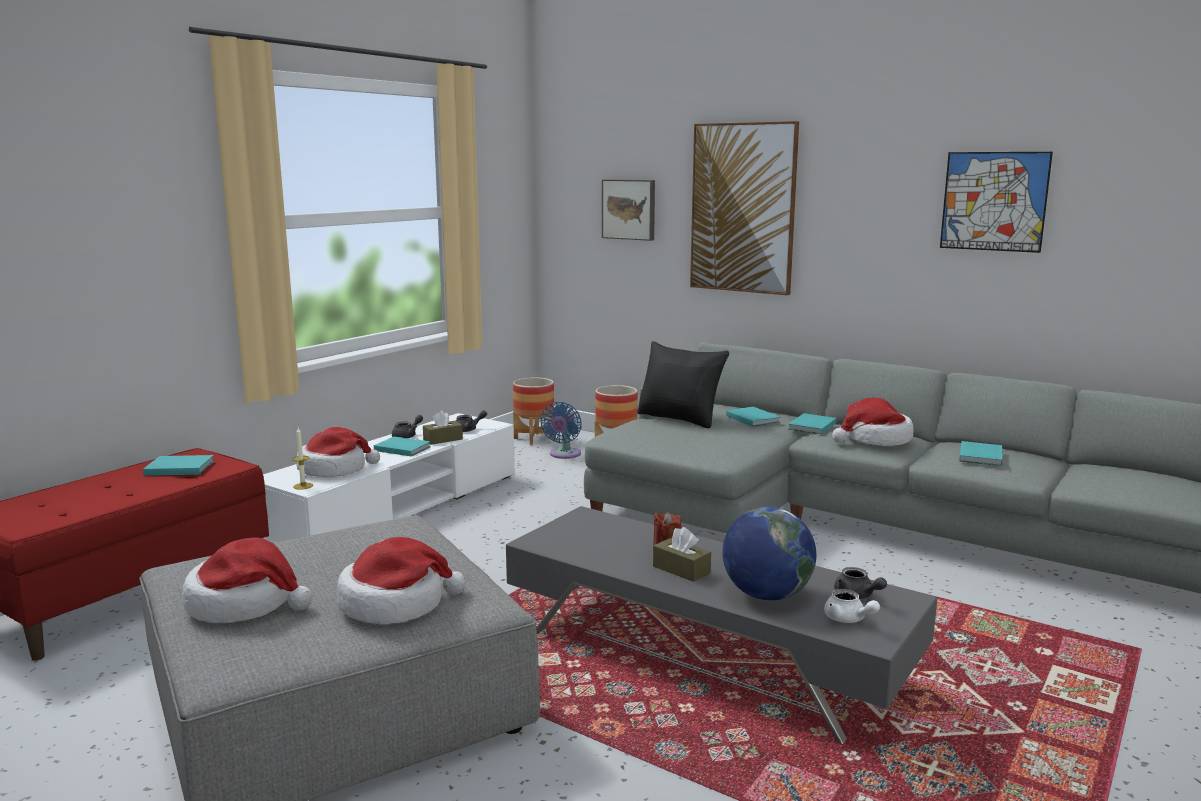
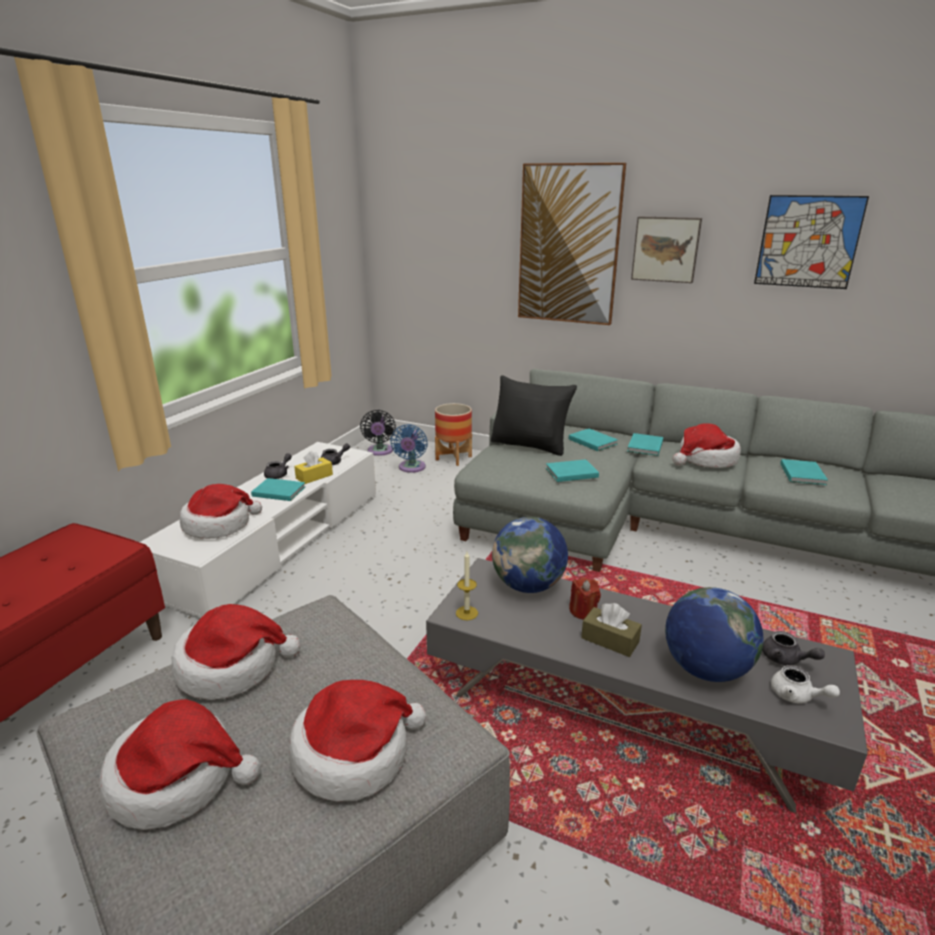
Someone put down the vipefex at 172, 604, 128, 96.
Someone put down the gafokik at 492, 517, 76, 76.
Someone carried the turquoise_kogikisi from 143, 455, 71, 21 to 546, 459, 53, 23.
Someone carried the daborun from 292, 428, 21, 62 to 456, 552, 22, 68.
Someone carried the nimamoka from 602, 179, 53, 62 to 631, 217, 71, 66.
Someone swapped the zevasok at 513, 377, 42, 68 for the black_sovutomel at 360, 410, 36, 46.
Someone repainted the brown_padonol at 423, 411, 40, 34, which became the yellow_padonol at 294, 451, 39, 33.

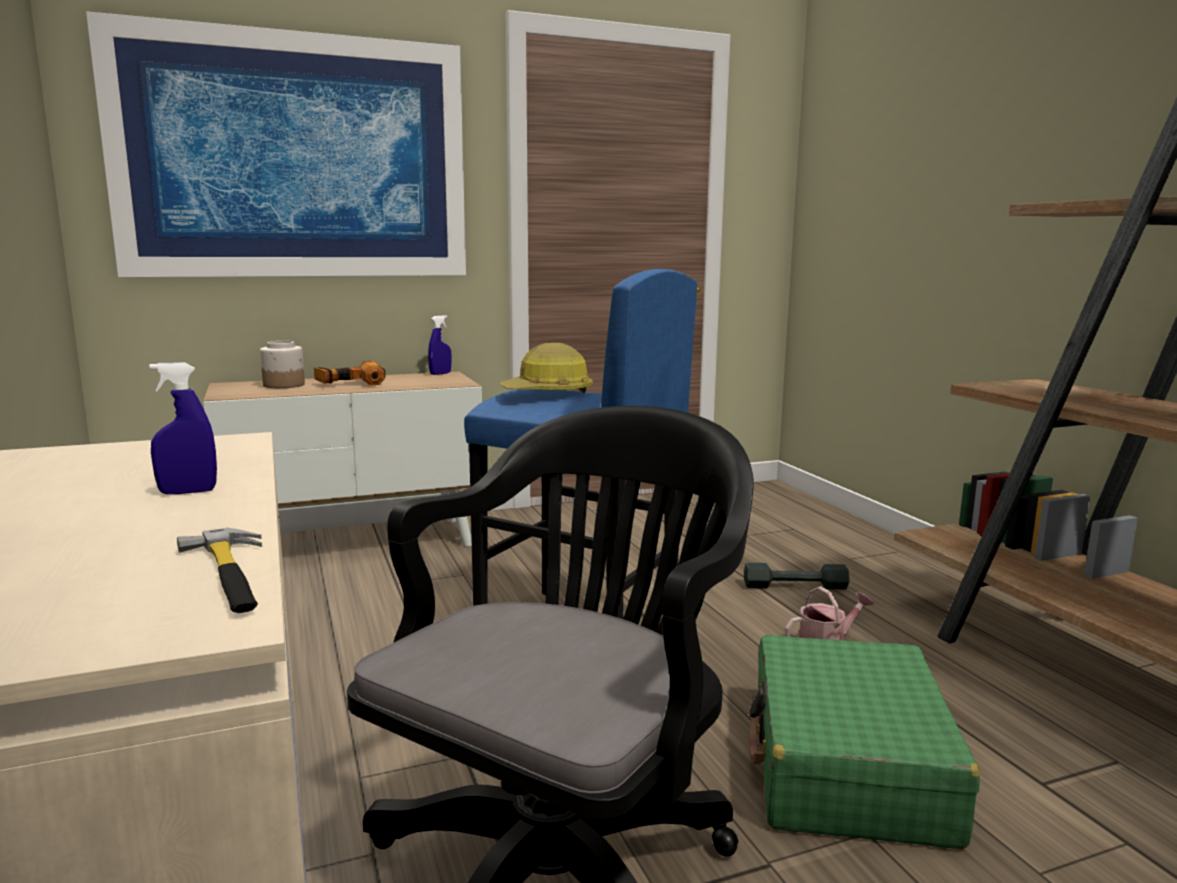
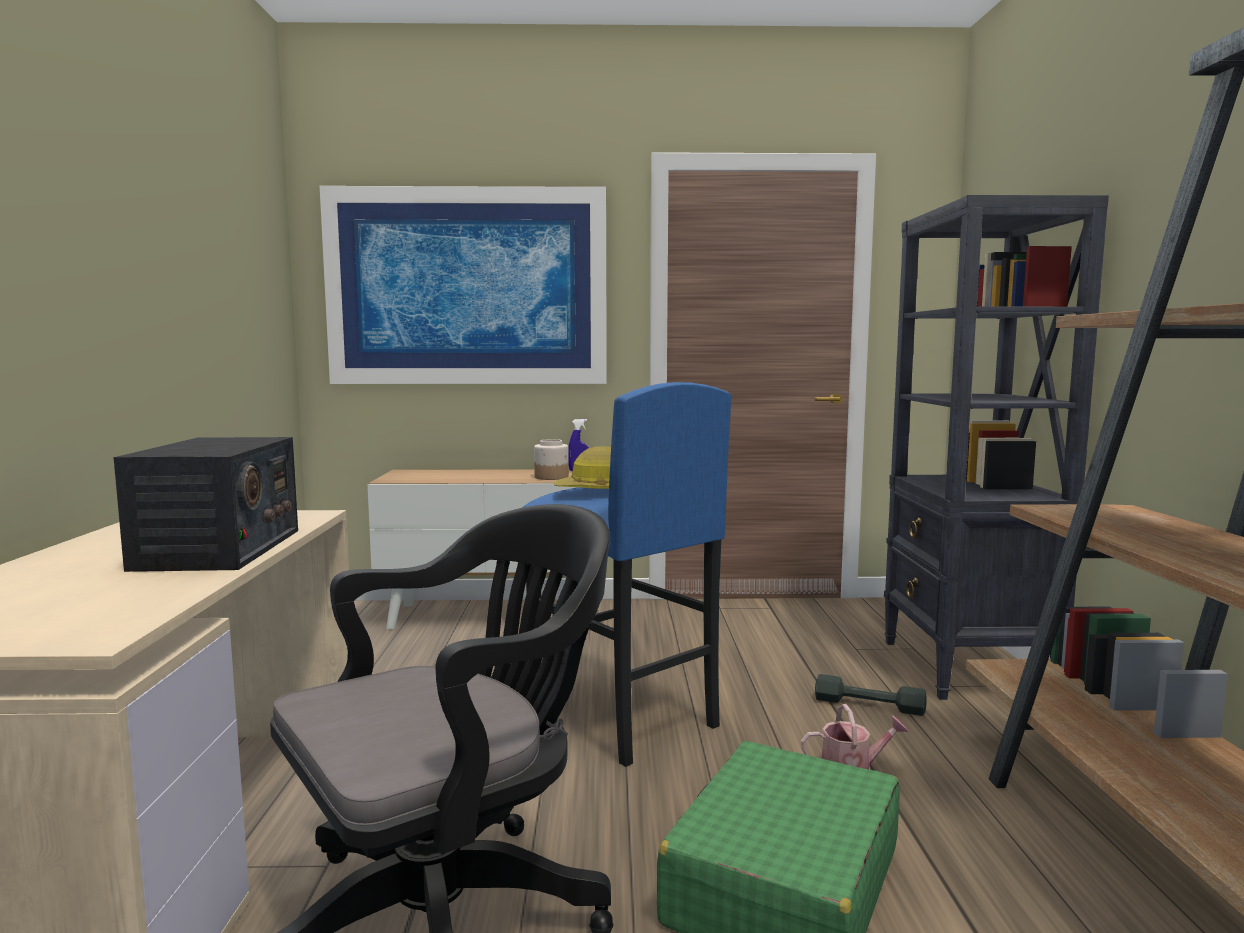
Someone took away the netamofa at 177, 528, 85, 85.
Someone took away the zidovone at 314, 361, 71, 24.
Someone put down the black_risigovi at 884, 195, 225, 505.
Someone carried the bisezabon from 260, 341, 45, 47 to 534, 439, 35, 41.
Someone swapped the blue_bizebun at 149, 362, 68, 132 for the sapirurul at 113, 437, 185, 135.

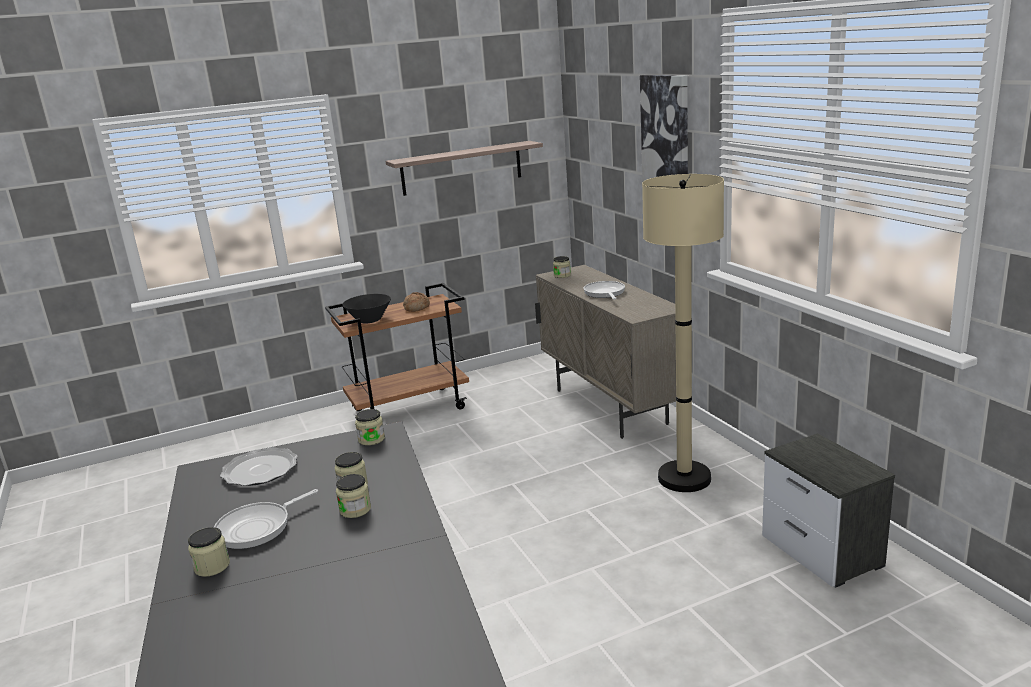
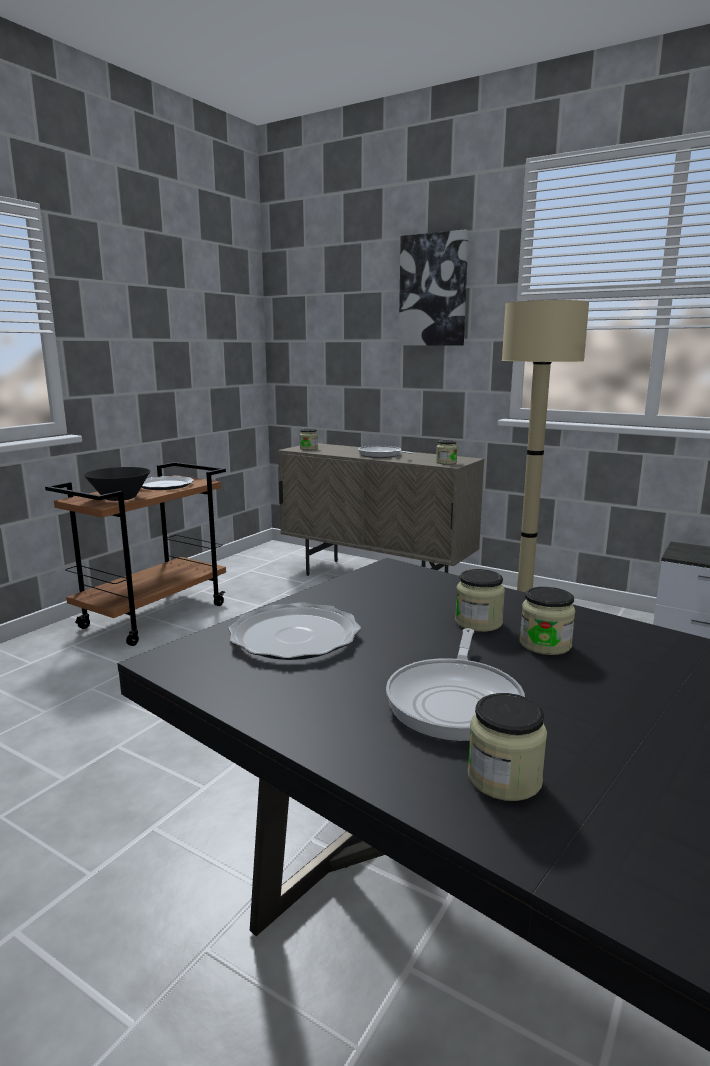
Someone took away the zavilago at 386, 141, 157, 55.
Someone carried the bisezabon from 355, 409, 30, 37 to 436, 440, 22, 25.
Someone swapped the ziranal at 403, 292, 27, 20 for the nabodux at 142, 476, 52, 14.

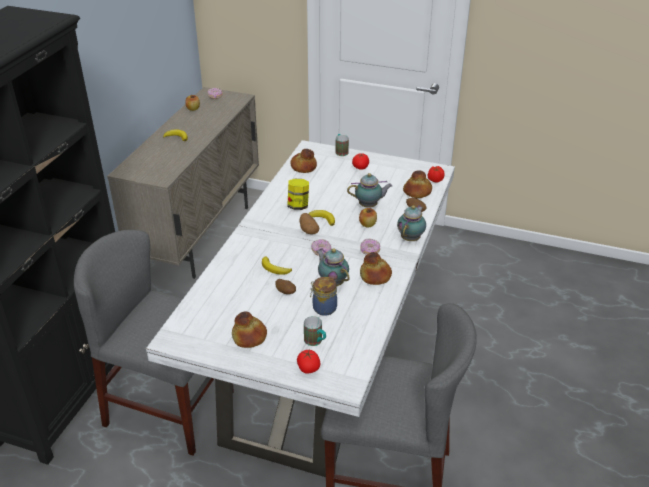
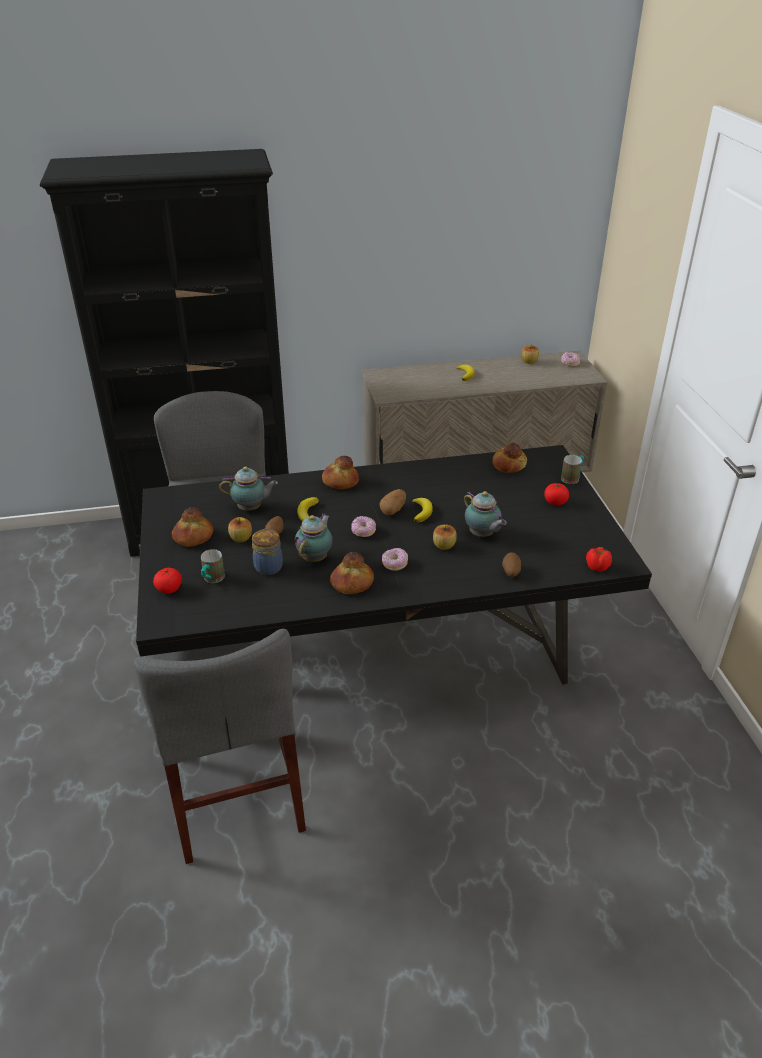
Someone took away the bisezabon at 287, 179, 22, 31.
Someone put down the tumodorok at 228, 517, 24, 25.
Someone carried the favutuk from 397, 205, 29, 36 to 219, 466, 59, 45.
Someone carried the ziranal from 403, 170, 29, 28 to 322, 456, 37, 33.
Someone repainted the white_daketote at 146, 140, 309, 337, which became the black_daketote at 136, 445, 516, 240.

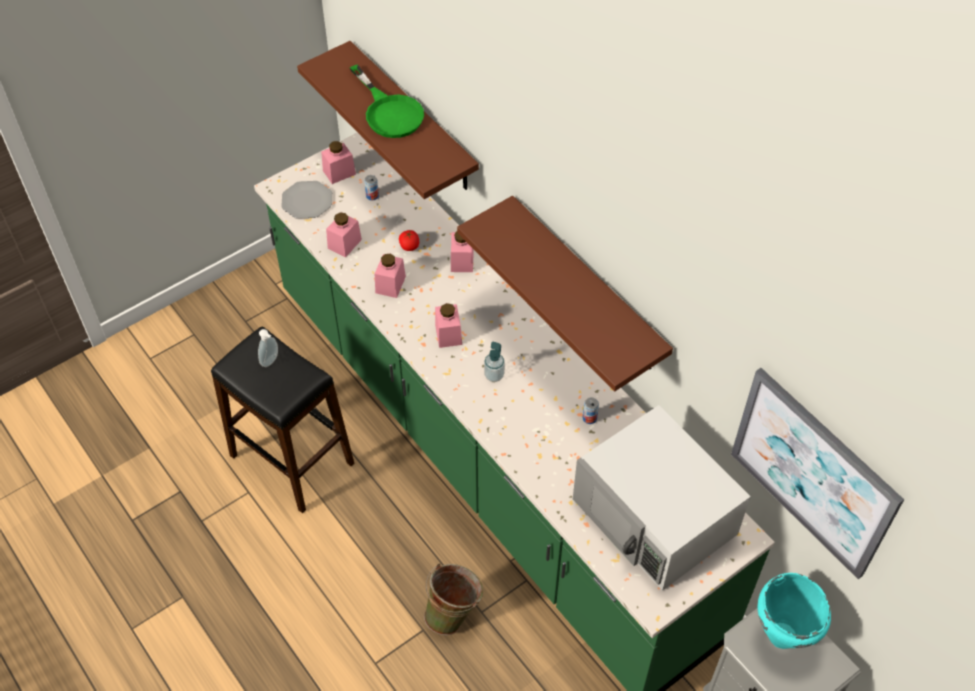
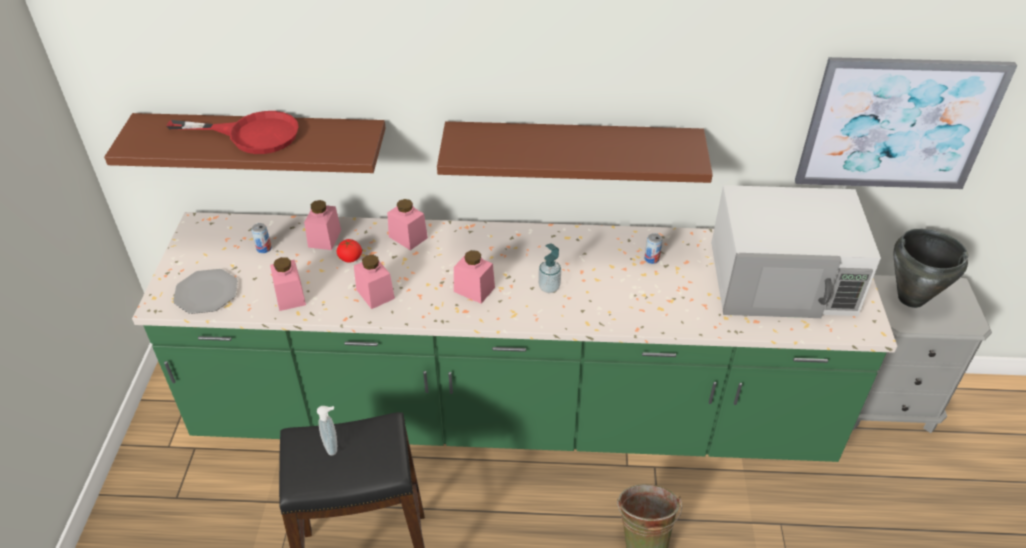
Someone carried the pink_bisezabon from 321, 141, 35, 43 to 304, 200, 37, 50.
Someone repainted the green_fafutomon at 350, 64, 74, 74, which became the red_fafutomon at 166, 111, 133, 43.
Someone repainted the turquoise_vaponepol at 758, 573, 73, 76, which became the black_vaponepol at 894, 229, 74, 79.

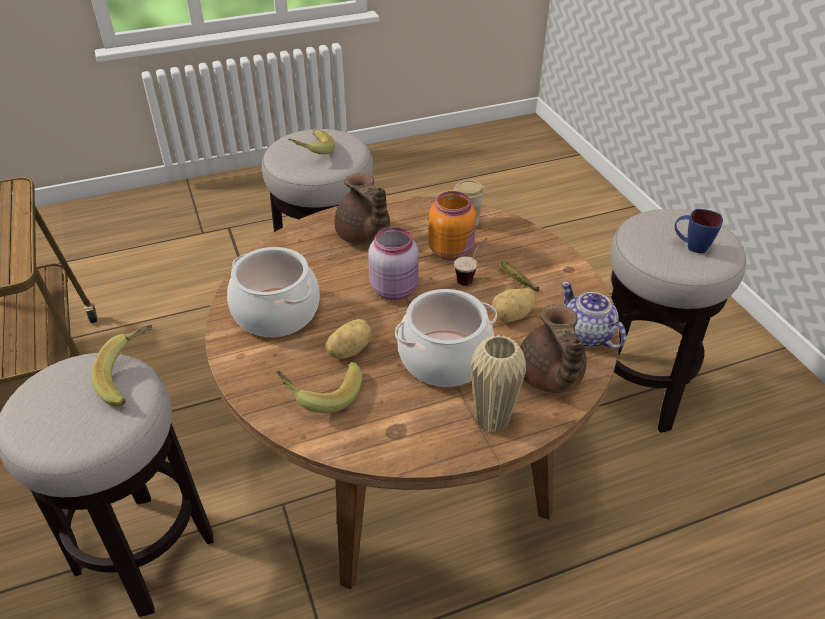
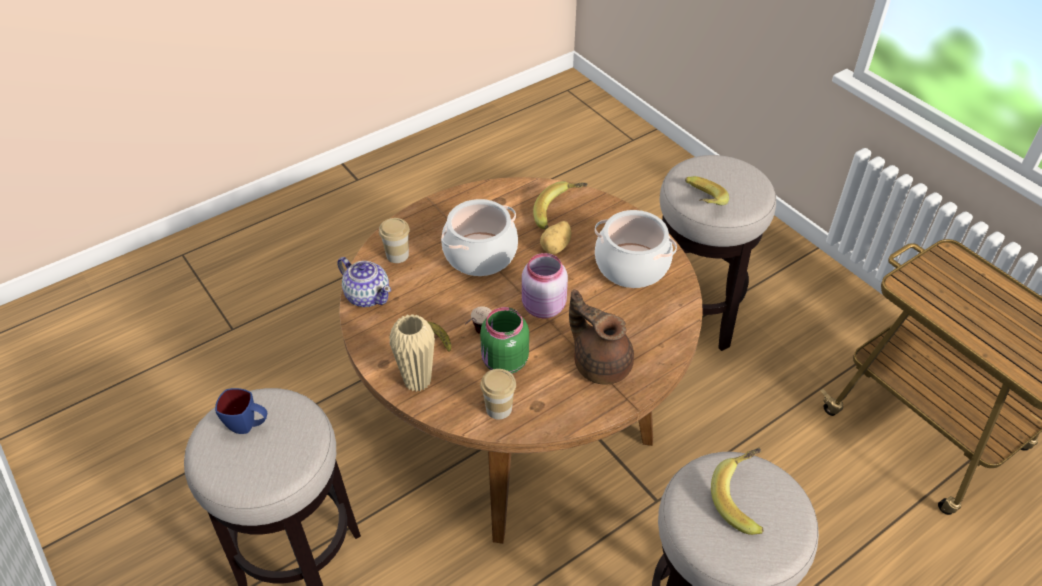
Someone took away the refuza at 492, 288, 44, 35.
Someone carried the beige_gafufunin from 470, 335, 56, 98 to 389, 314, 46, 78.
Someone swapped the brown_favutuk at 520, 305, 66, 88 for the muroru at 379, 218, 31, 45.
Someone repainted the orange_bisezabon at 428, 191, 48, 70, which became the green_bisezabon at 480, 307, 49, 67.

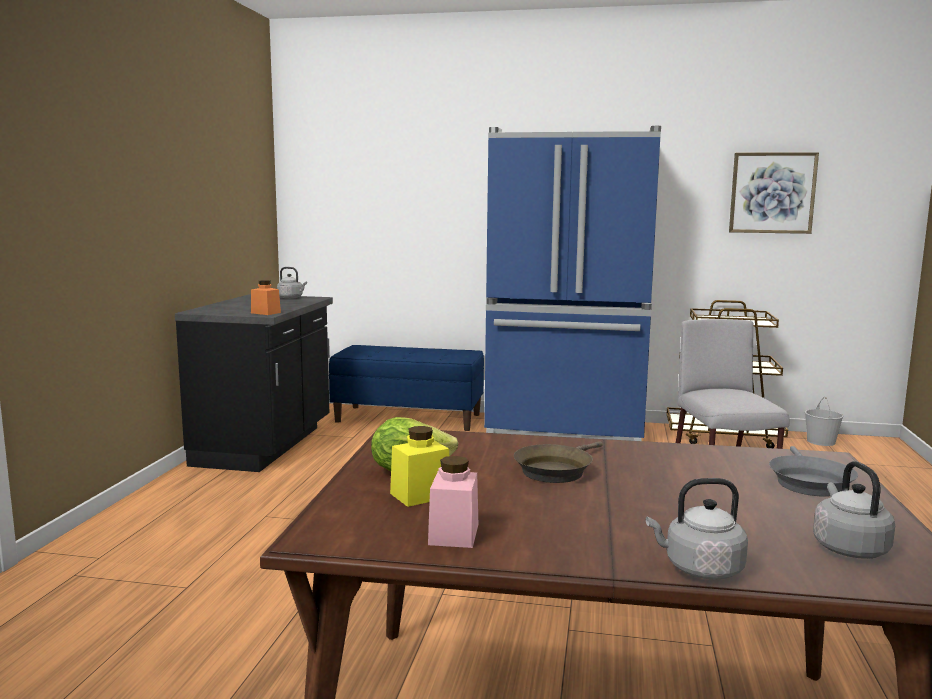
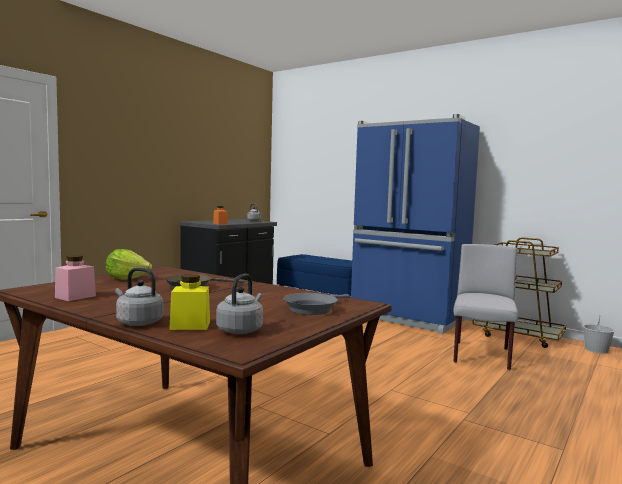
Someone took away the nimamoka at 729, 152, 90, 82.
Someone carried the yellow_bisezabon from 390, 426, 59, 81 to 169, 274, 41, 56.

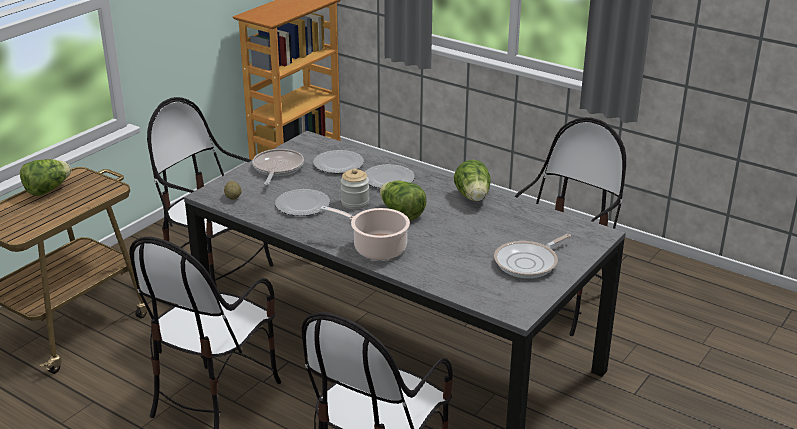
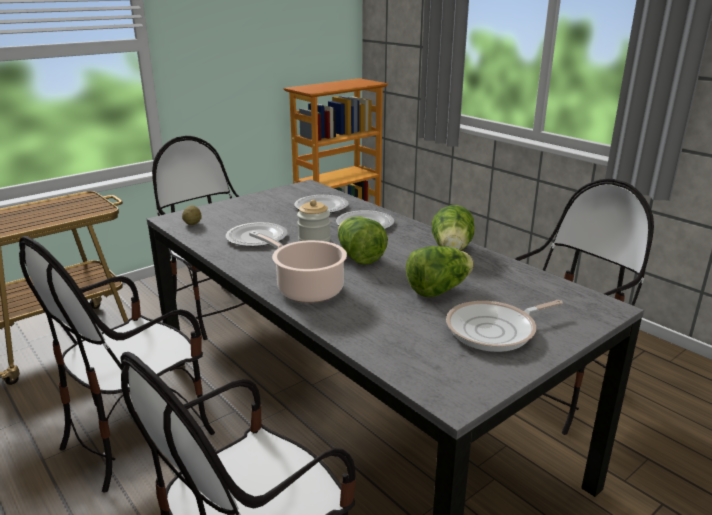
Someone took away the fafutomon at 252, 149, 52, 36.
Someone carried the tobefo from 20, 159, 51, 37 to 406, 246, 68, 51.

